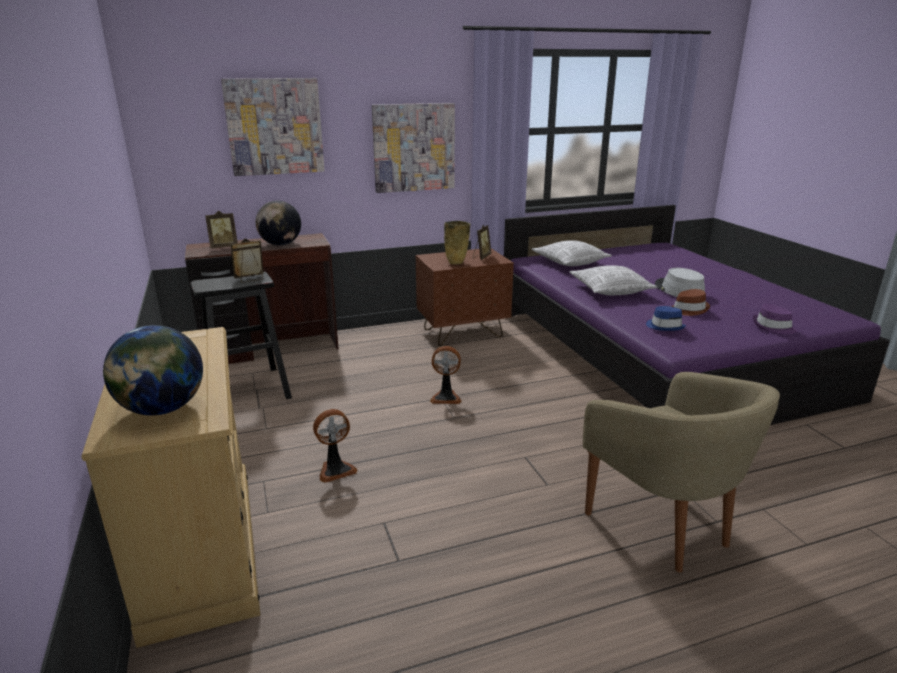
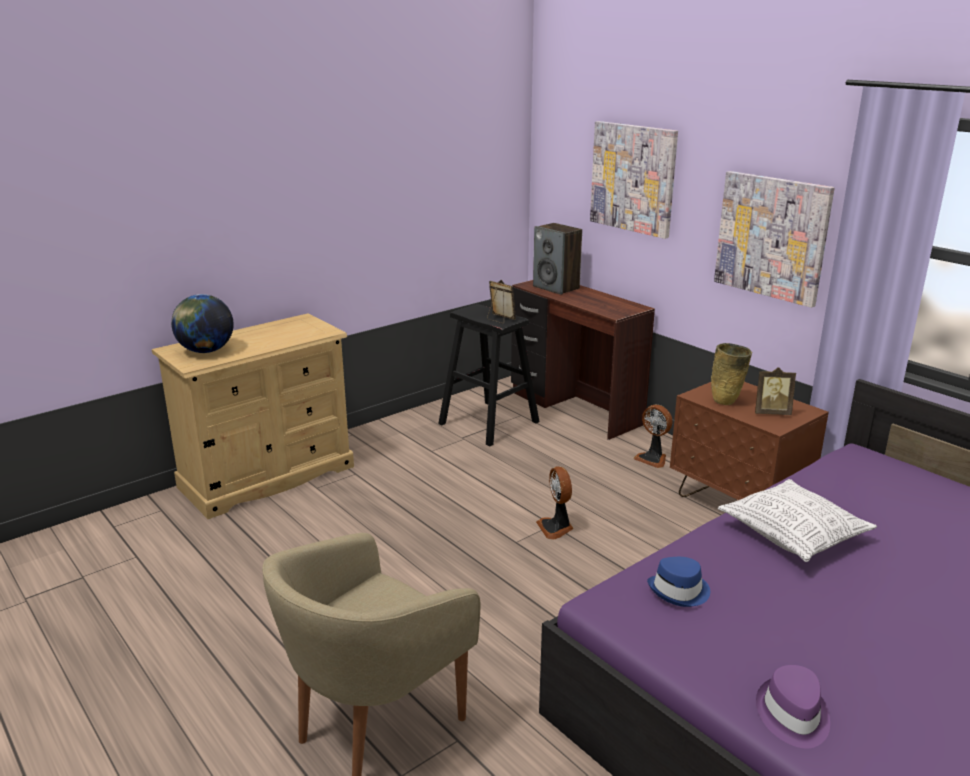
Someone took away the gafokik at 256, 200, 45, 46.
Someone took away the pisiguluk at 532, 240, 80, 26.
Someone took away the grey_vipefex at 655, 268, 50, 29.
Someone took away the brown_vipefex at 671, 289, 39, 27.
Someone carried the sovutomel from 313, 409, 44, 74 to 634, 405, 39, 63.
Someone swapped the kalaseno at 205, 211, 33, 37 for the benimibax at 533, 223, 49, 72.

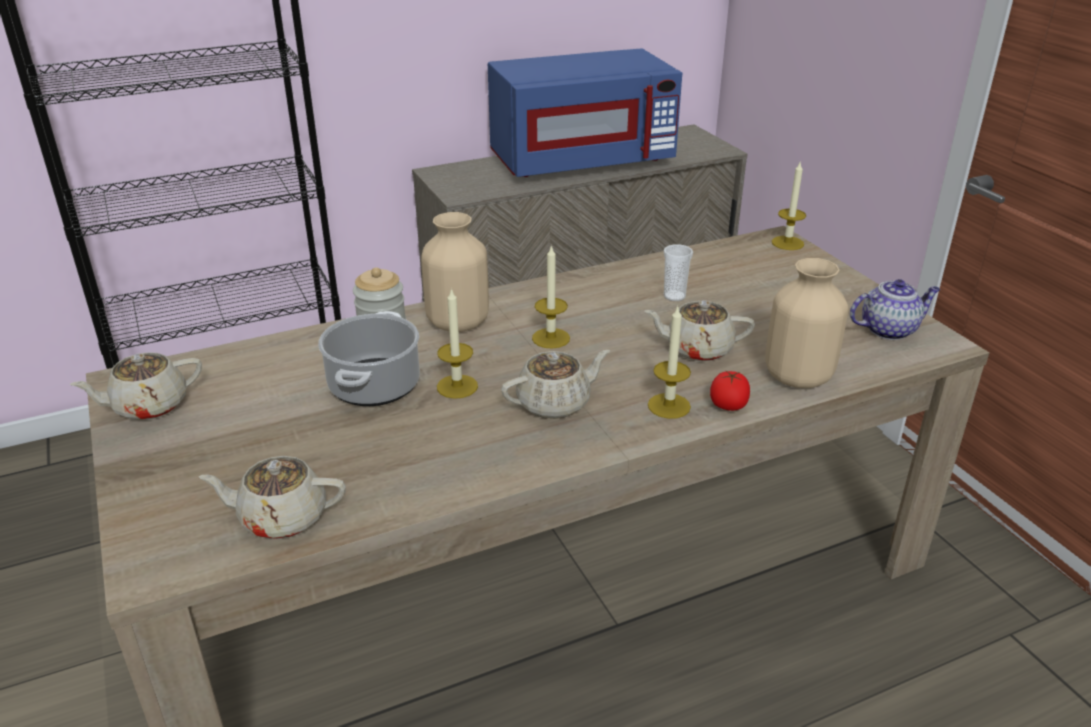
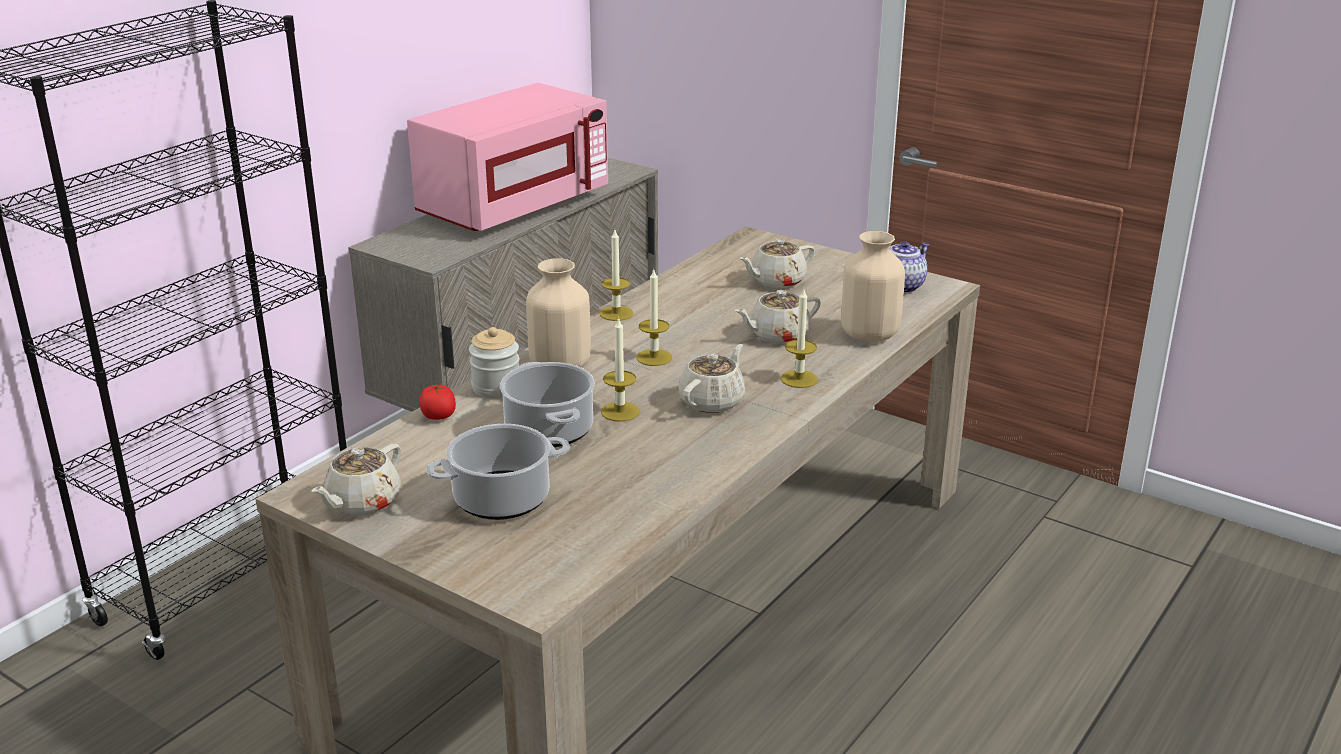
Someone took away the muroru at 664, 244, 29, 57.
Someone put down the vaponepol at 426, 424, 144, 96.
Someone carried the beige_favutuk from 199, 456, 147, 83 to 739, 239, 76, 49.
Someone carried the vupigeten from 710, 371, 40, 40 to 419, 385, 37, 35.
Someone carried the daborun from 772, 162, 34, 88 to 600, 230, 33, 91.
Someone repainted the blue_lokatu at 488, 48, 194, 129, which became the pink_lokatu at 407, 83, 201, 148.

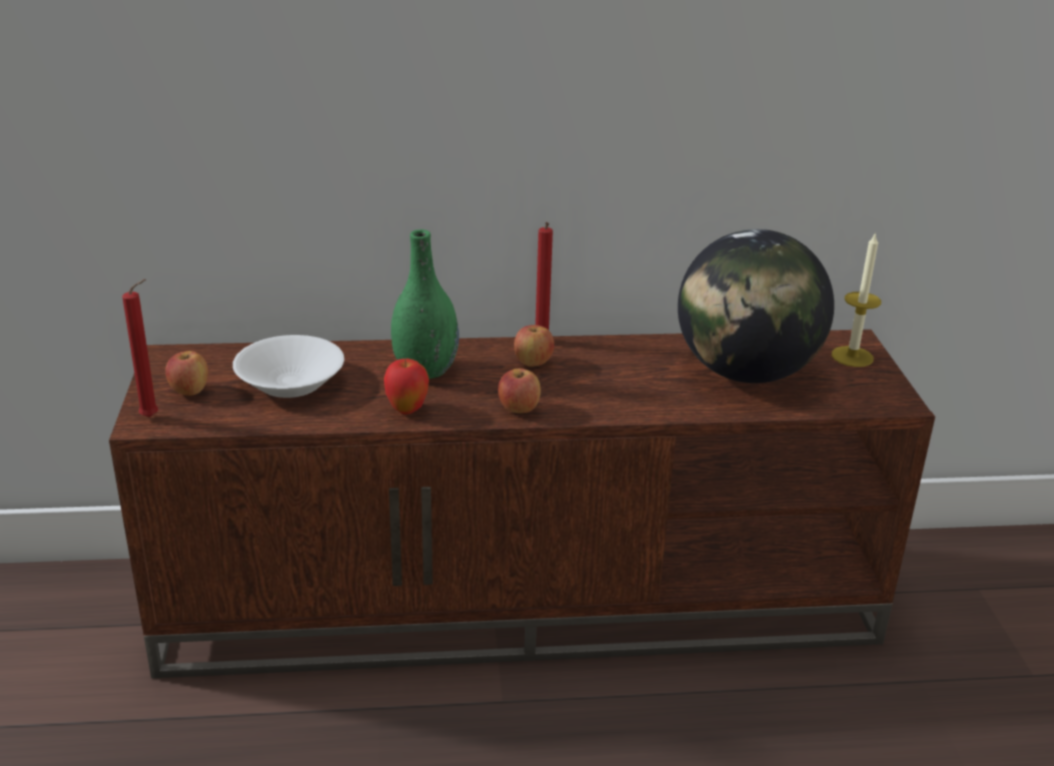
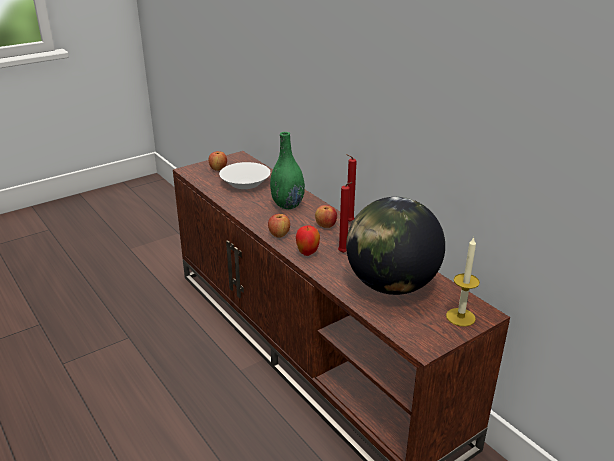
Someone carried the red_daborun from 122, 279, 36, 138 to 338, 182, 15, 71.
Someone carried the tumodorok from 384, 359, 45, 56 to 296, 225, 24, 31.

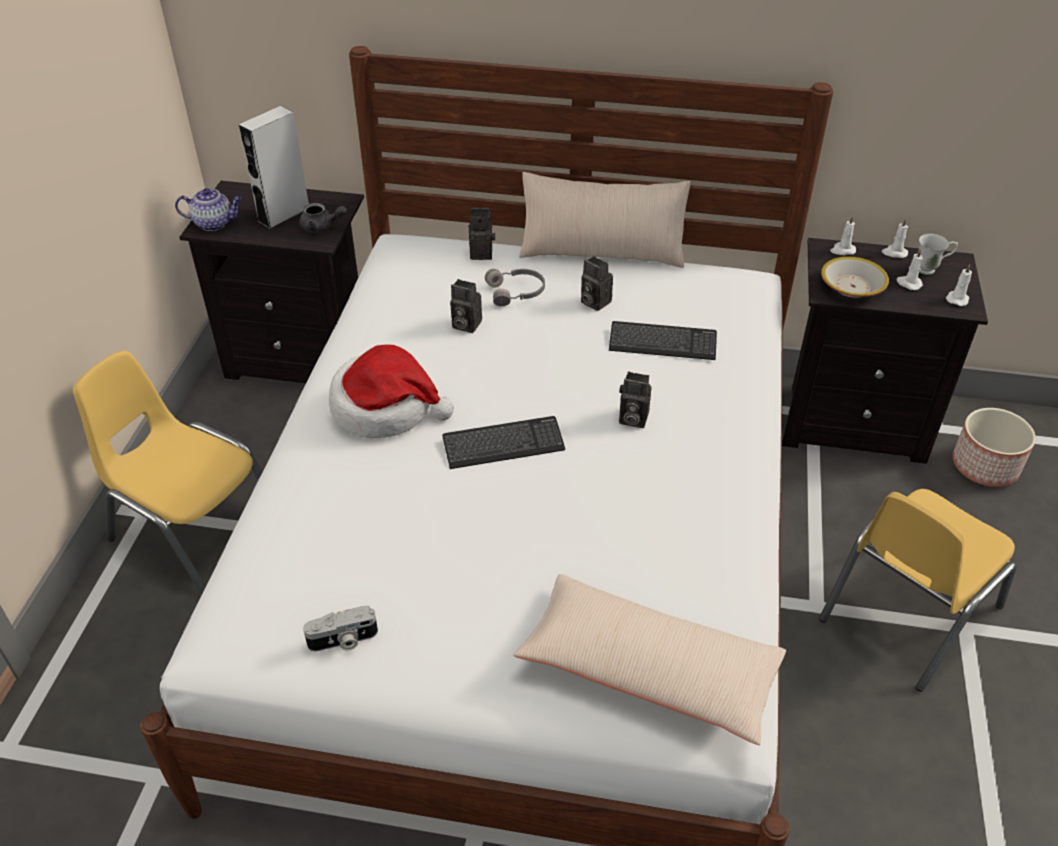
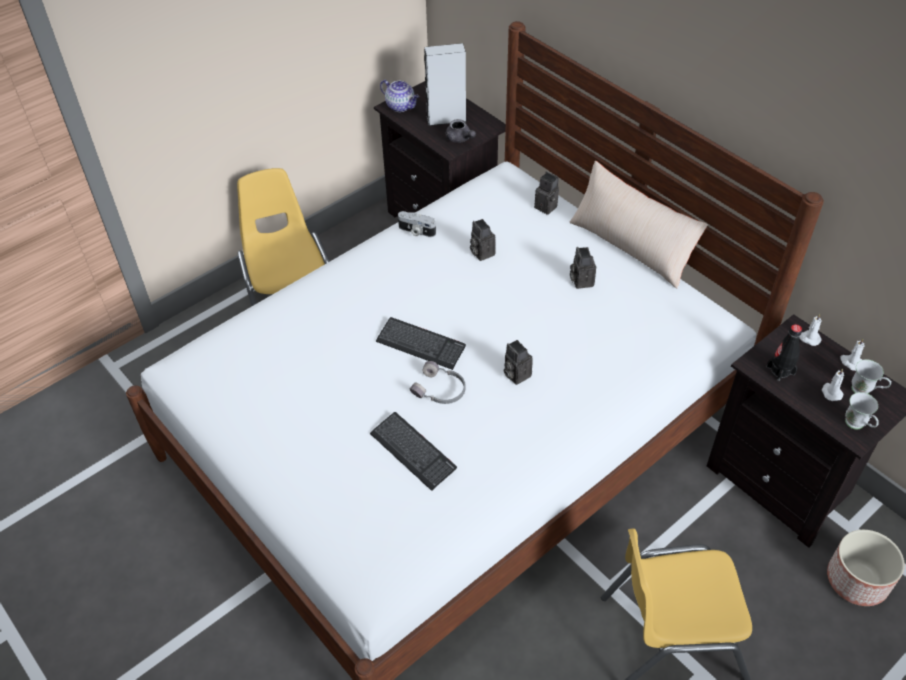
Someone took away the vipefex at 329, 344, 125, 94.
Someone took away the beige_pisiguluk at 513, 574, 273, 171.
Someone carried the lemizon from 303, 606, 75, 46 to 398, 211, 38, 26.
Someone carried the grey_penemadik from 485, 269, 60, 37 to 409, 361, 56, 43.
Someone carried the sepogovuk from 609, 321, 108, 39 to 370, 412, 87, 79.
Someone swapped the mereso at 821, 257, 68, 41 for the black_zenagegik at 766, 324, 36, 57.
Someone swapped the white_daborun at 946, 264, 26, 42 for the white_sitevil at 845, 392, 34, 37.

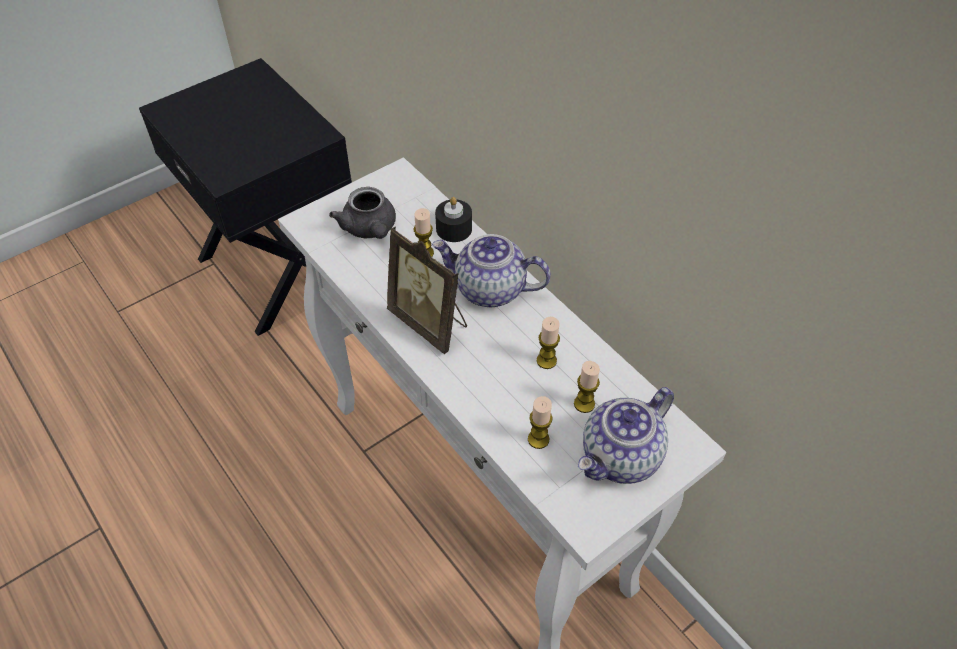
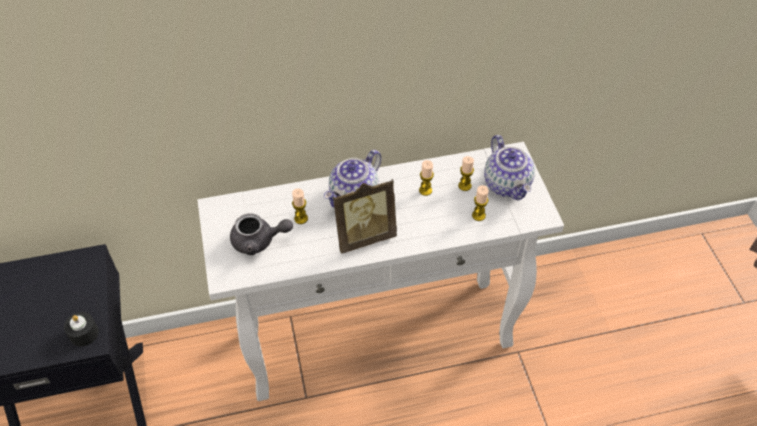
Someone carried the black_daborun from 435, 197, 37, 45 to 64, 312, 35, 34.

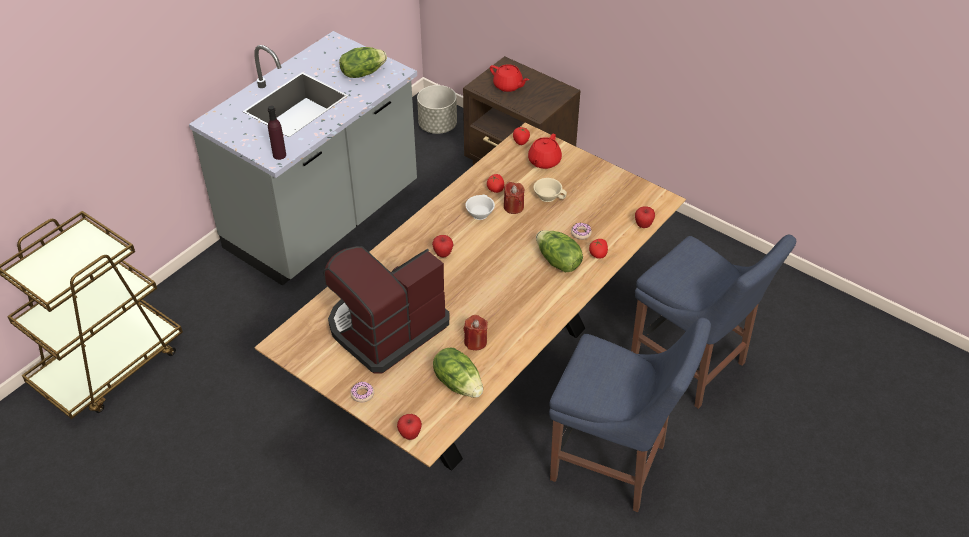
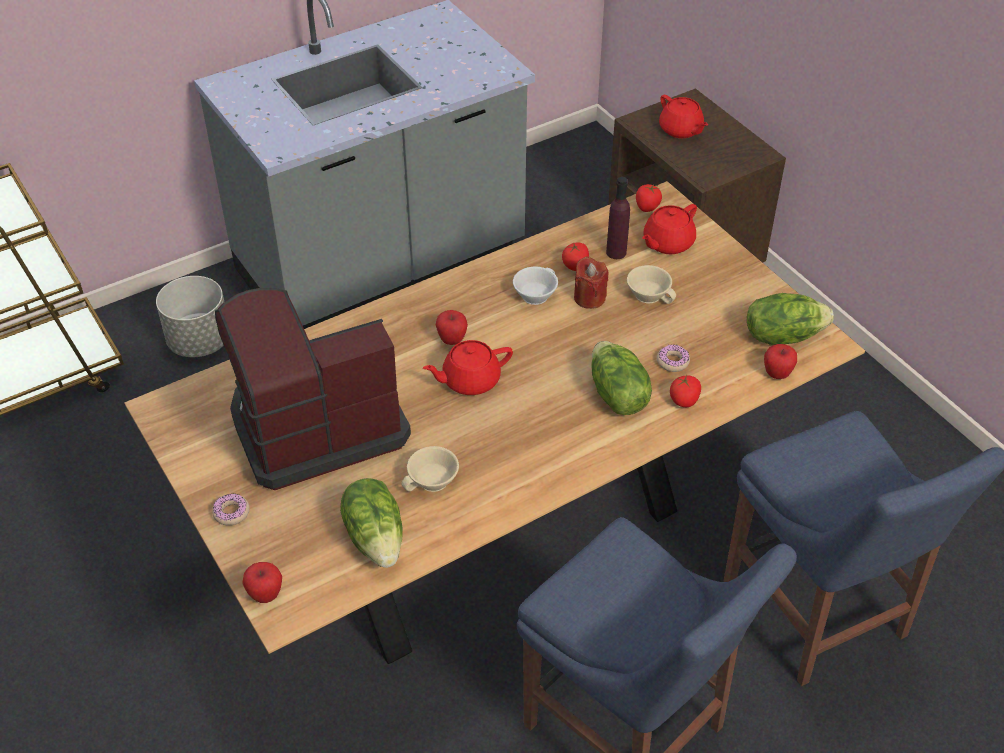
Someone put down the red_favutuk at 423, 340, 90, 55.
Someone carried the purple_zenagegik from 268, 106, 18, 54 to 606, 177, 24, 82.
Someone carried the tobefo from 339, 47, 48, 31 to 747, 293, 87, 52.
Someone carried the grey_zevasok from 417, 85, 40, 49 to 156, 276, 68, 81.
Someone swapped the red_daborun at 464, 315, 24, 36 for the beige_muroru at 401, 446, 58, 46.

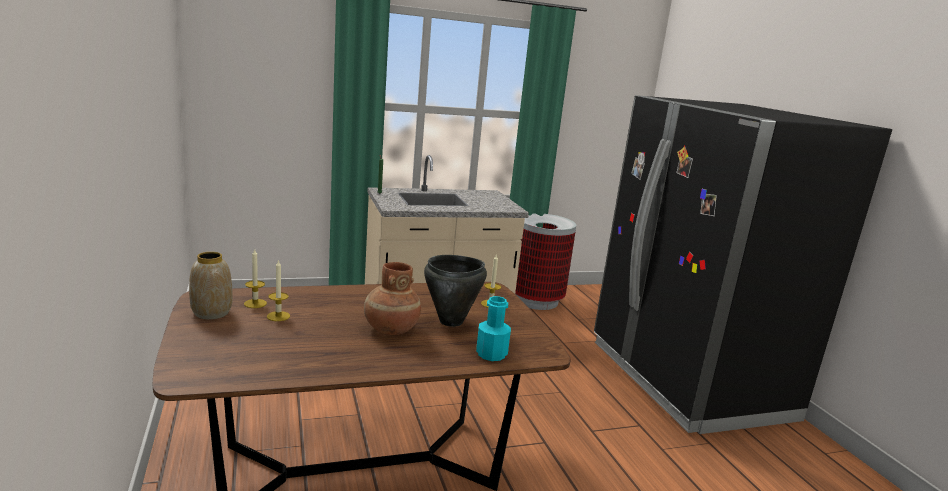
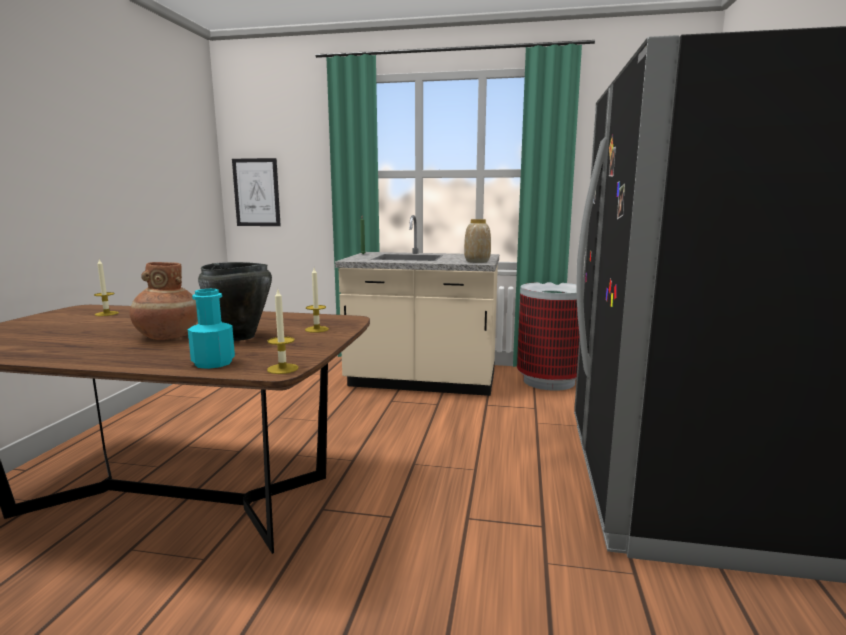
Someone put up the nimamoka at 232, 158, 49, 68.
Someone carried the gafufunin from 189, 252, 44, 67 to 464, 219, 27, 44.
Someone carried the daborun from 267, 259, 23, 62 to 267, 290, 31, 84.

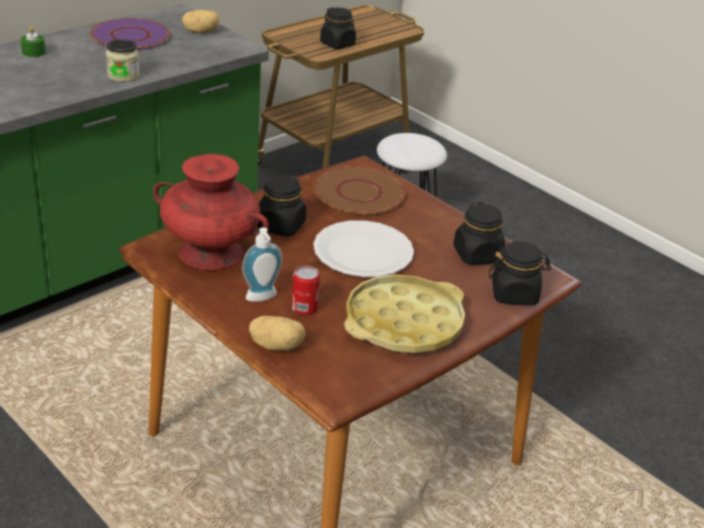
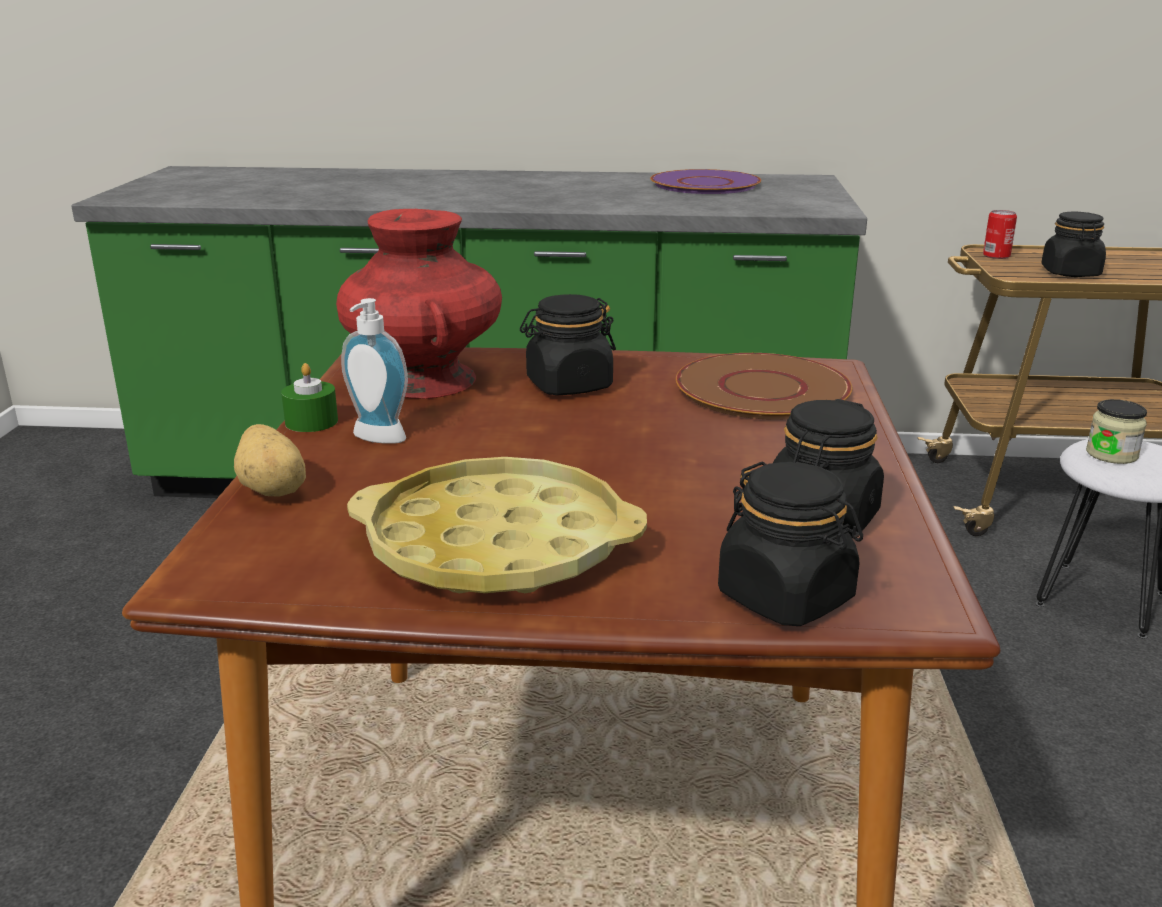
Someone took away the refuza at 182, 10, 38, 24.
Someone took away the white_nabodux at 313, 220, 101, 57.
Someone carried the green_daborun from 21, 27, 25, 30 to 281, 363, 57, 69.
Someone carried the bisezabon from 106, 39, 33, 43 to 1086, 399, 61, 65.
Someone carried the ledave from 292, 266, 28, 49 to 983, 210, 34, 49.

